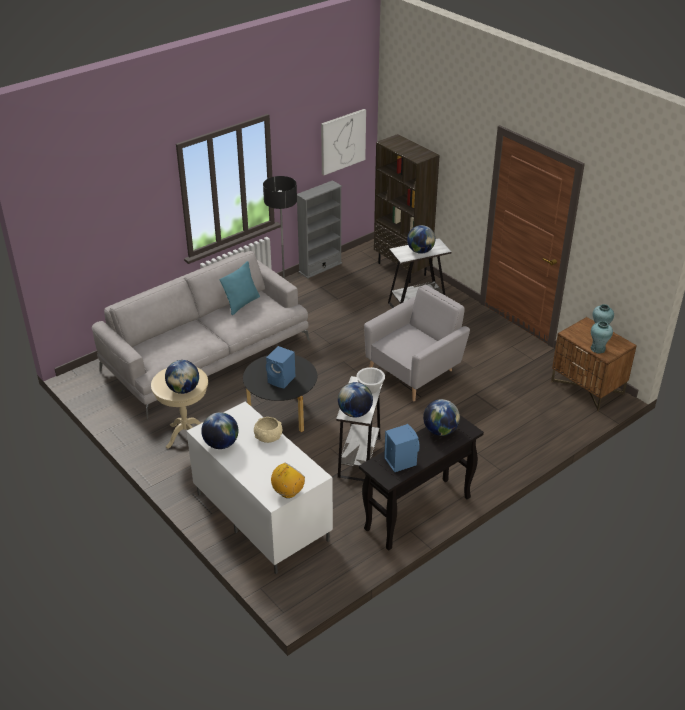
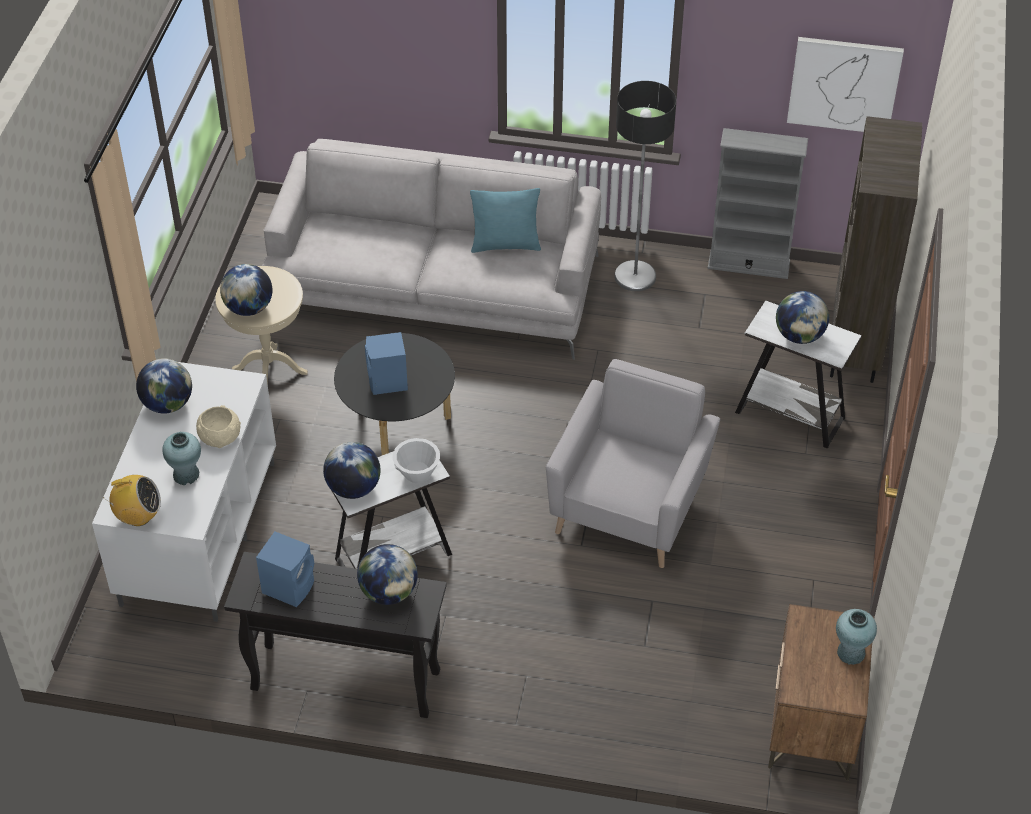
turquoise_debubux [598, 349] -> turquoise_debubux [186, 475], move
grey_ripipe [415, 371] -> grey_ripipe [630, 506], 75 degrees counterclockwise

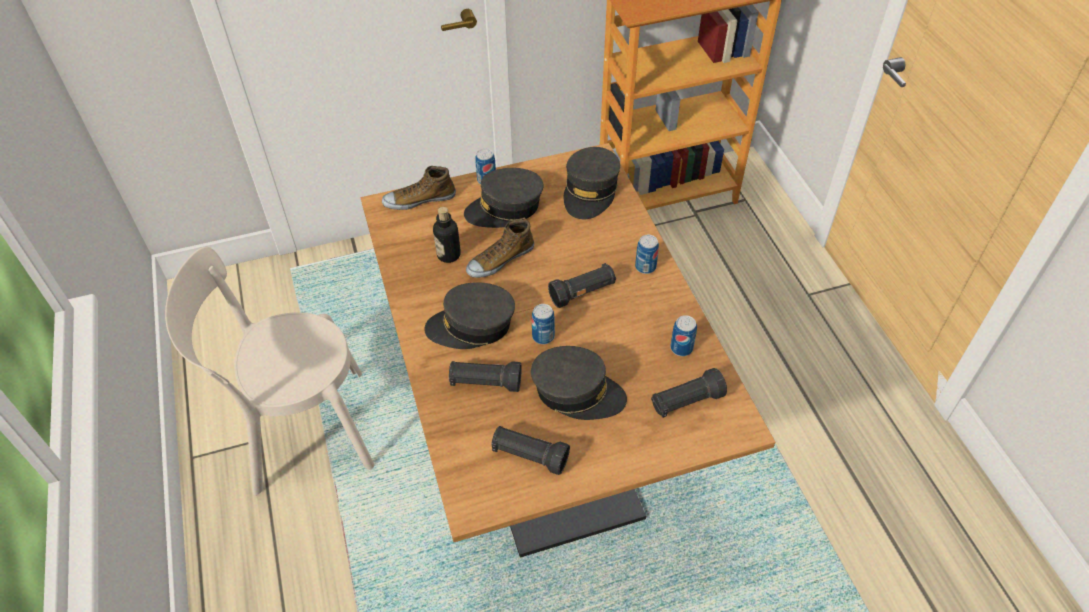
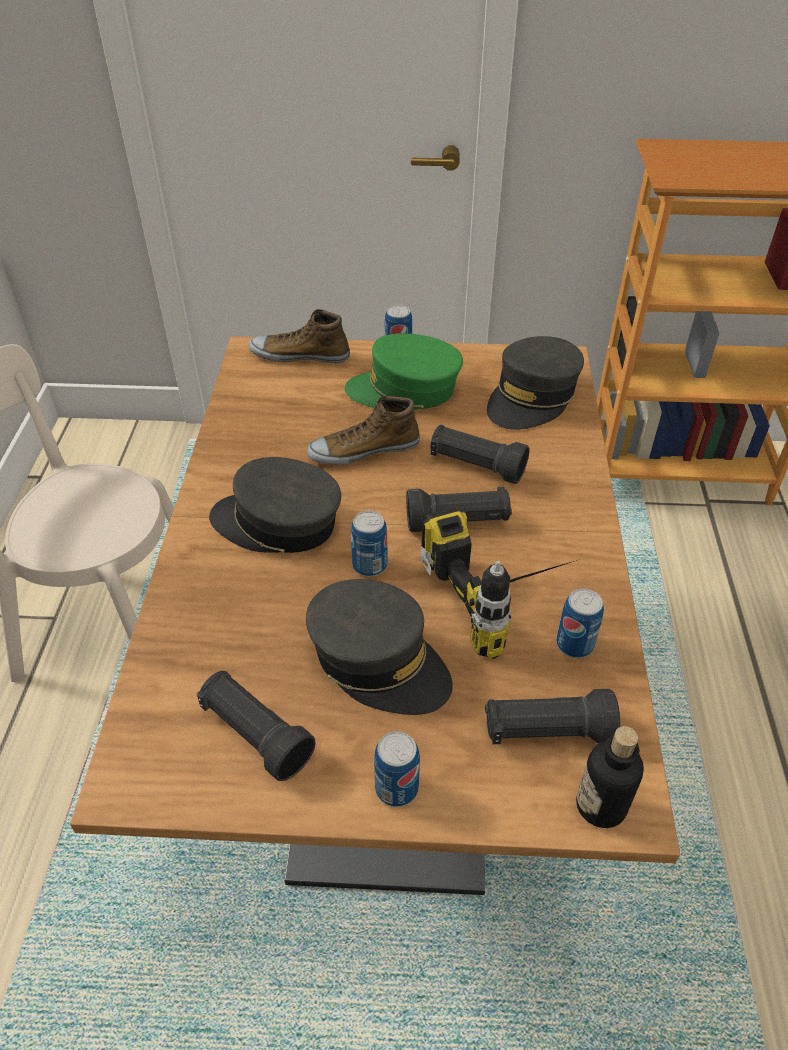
none -> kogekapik [508, 596]
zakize [448, 255] -> zakize [601, 805], move
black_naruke [485, 383] -> black_naruke [476, 466], move
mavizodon [645, 267] -> mavizodon [396, 788], move
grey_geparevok [505, 208] -> green_geparevok [404, 390]

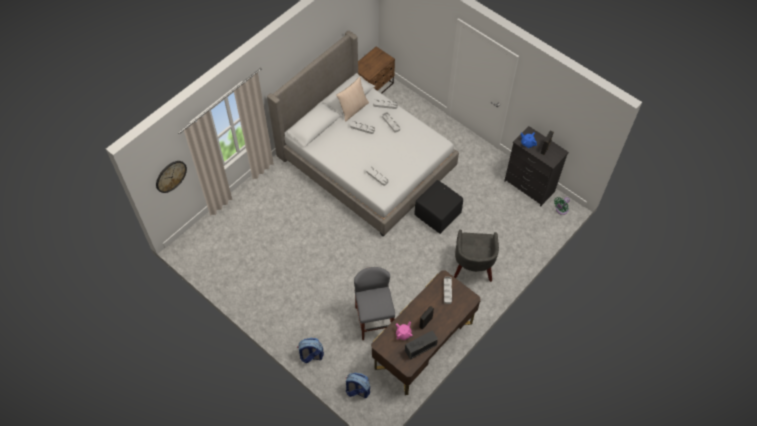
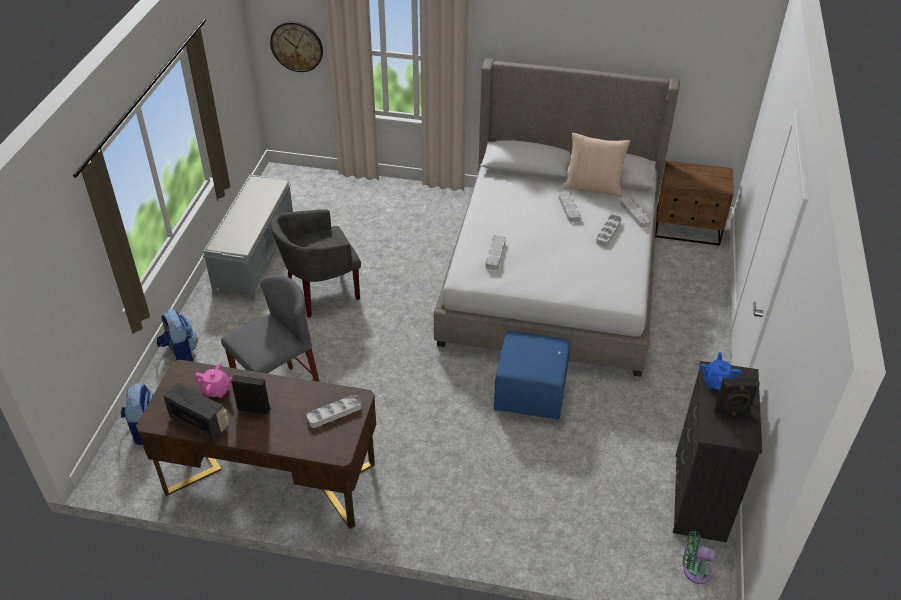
none -> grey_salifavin [255, 256]
grey_ripipe [472, 267] -> grey_ripipe [320, 291], move
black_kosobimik [437, 214] -> blue_kosobimik [531, 393]

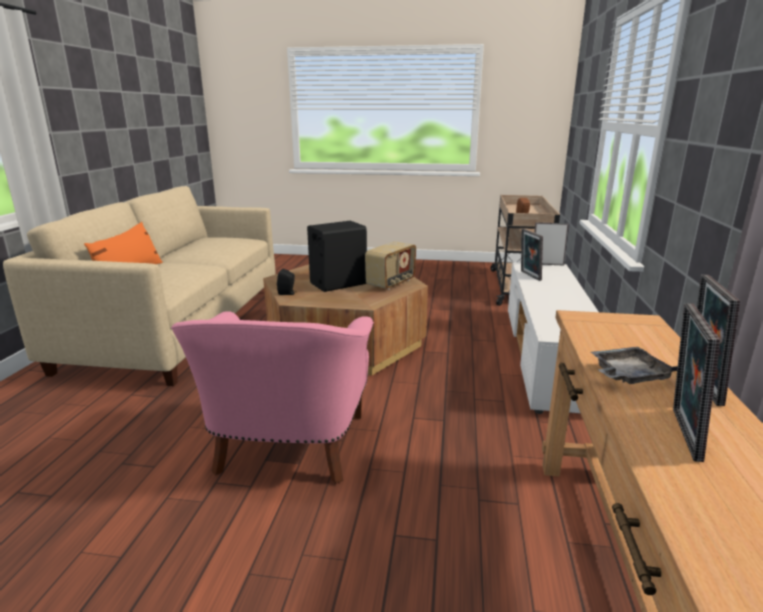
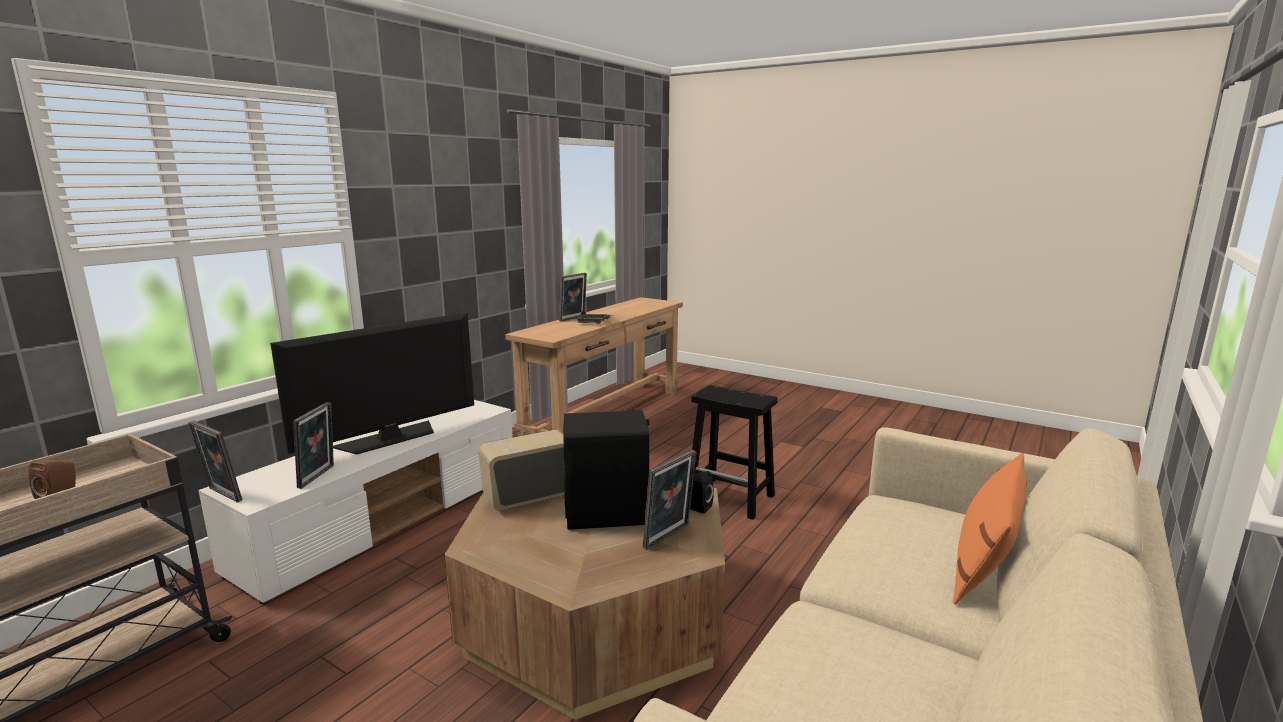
none -> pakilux [389, 438]
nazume [680, 433] -> nazume [669, 537], move
pink_ripipe [289, 448] -> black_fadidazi [731, 498]

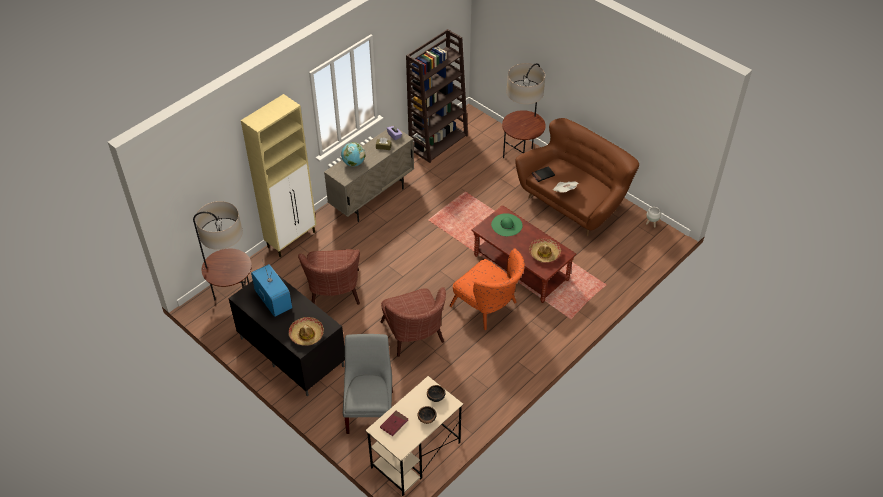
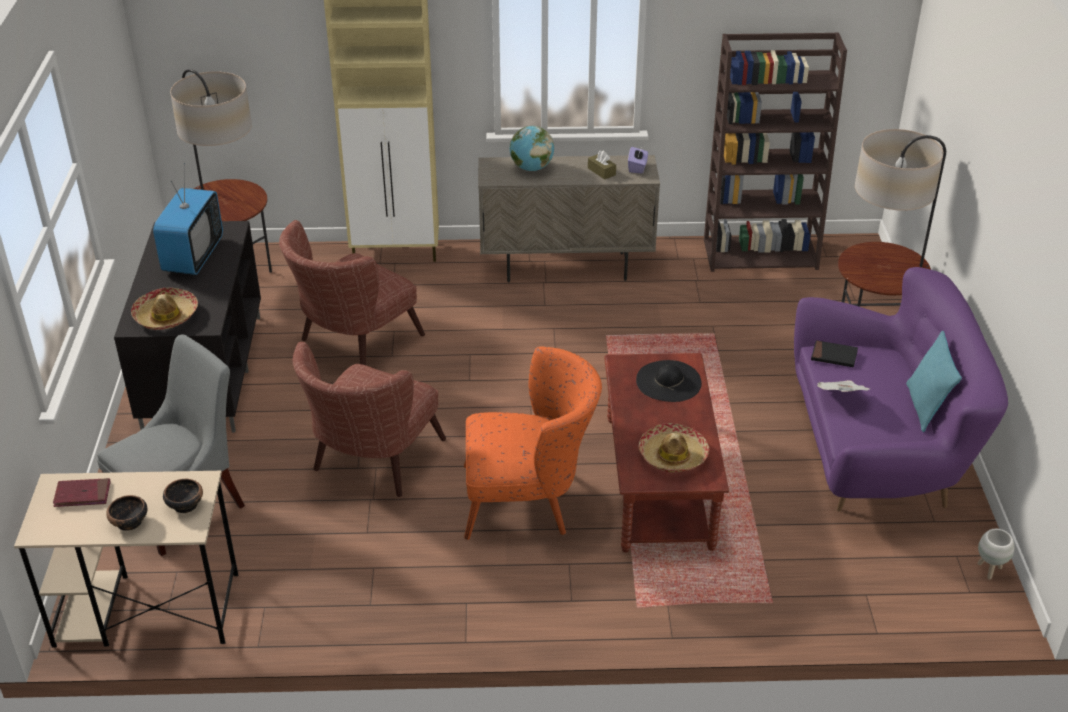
none -> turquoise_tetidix [925, 407]
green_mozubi [506, 225] -> black_mozubi [668, 381]
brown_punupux [574, 202] -> purple_punupux [879, 451]
orange_ripipe [488, 308] -> orange_ripipe [529, 500], 90 degrees counterclockwise

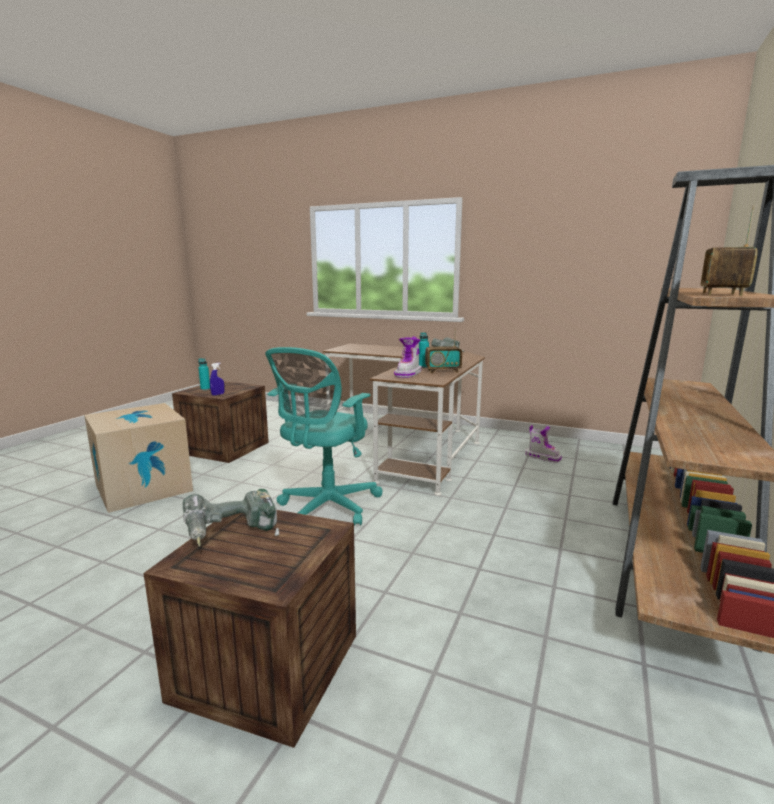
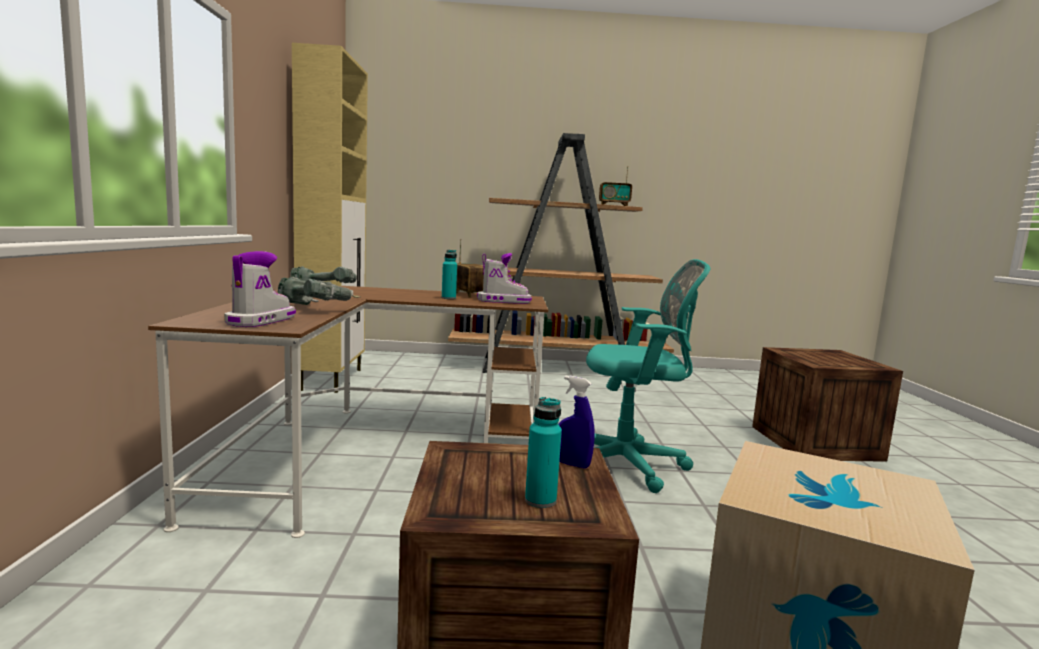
none -> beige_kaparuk [332, 379]
kogekapik [232, 535] -> kogekapik [317, 309], move
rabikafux [542, 457] -> rabikafux [260, 321], move

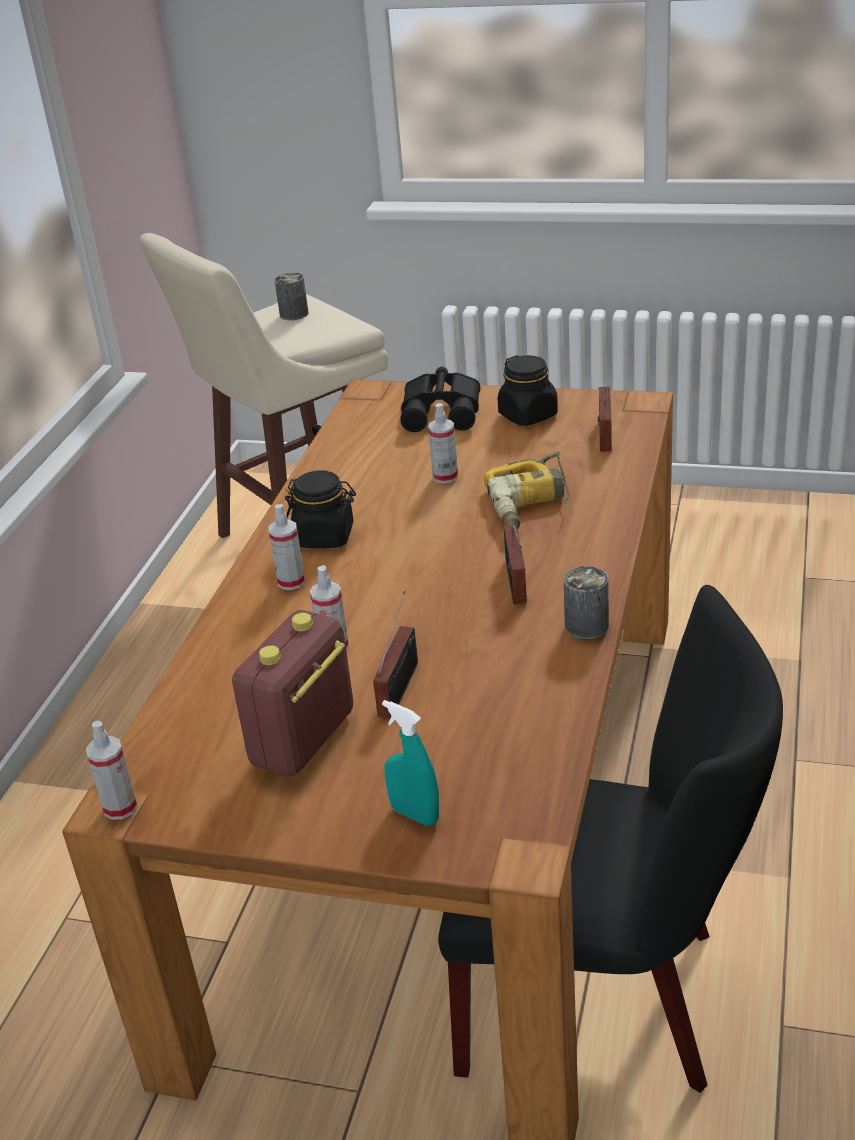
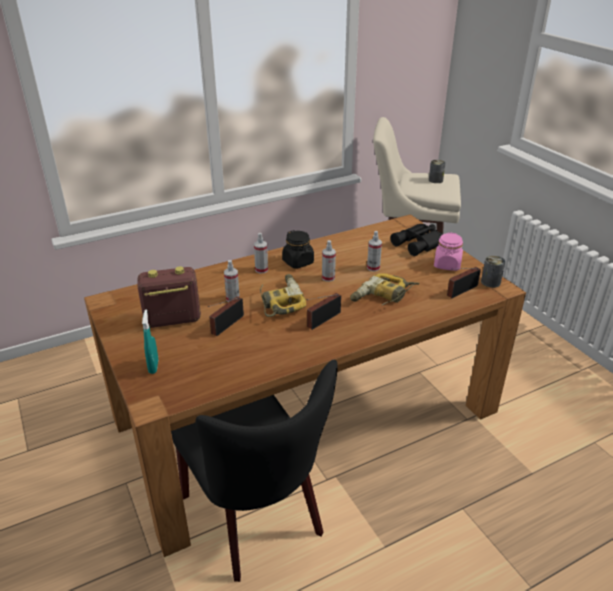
none -> kogekapik [280, 301]
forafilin [120, 807] -> forafilin [328, 278], move
mavizodon [586, 626] -> mavizodon [490, 282], move
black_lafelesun [528, 415] -> pink_lafelesun [447, 265]
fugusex [401, 686] -> fugusex [225, 325], 150 degrees clockwise

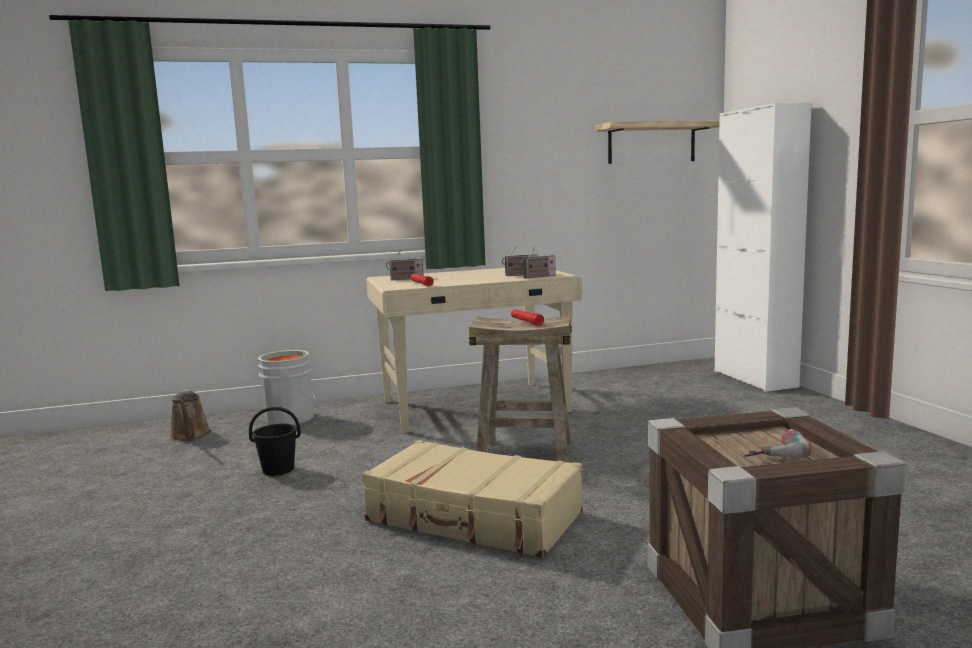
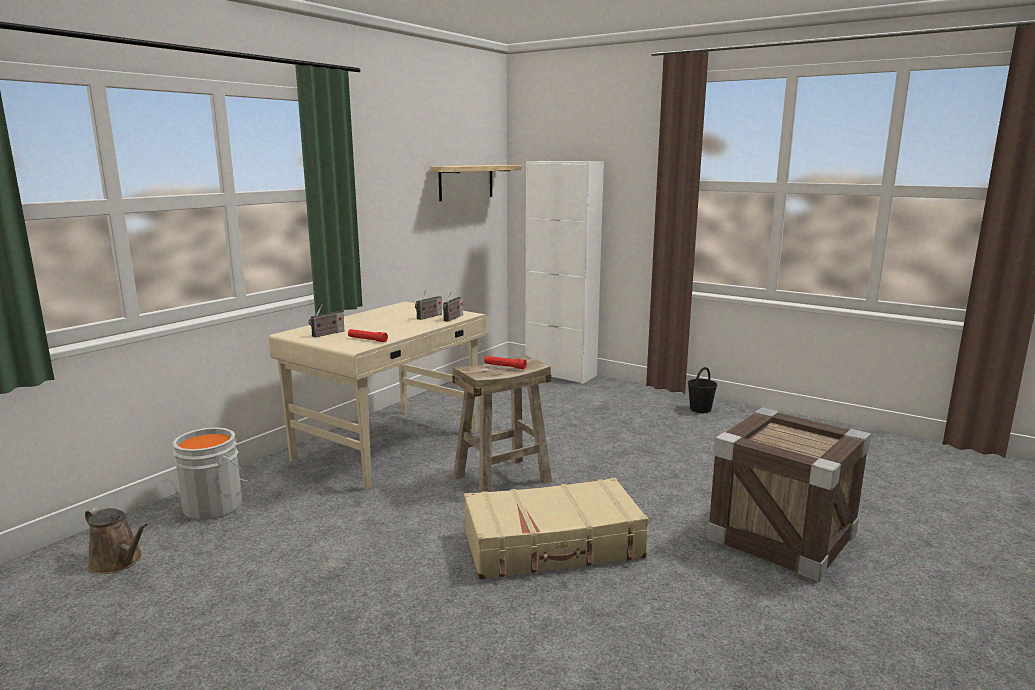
kogekapik [771, 449] -> none
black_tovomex [279, 469] -> black_tovomex [700, 409], move

